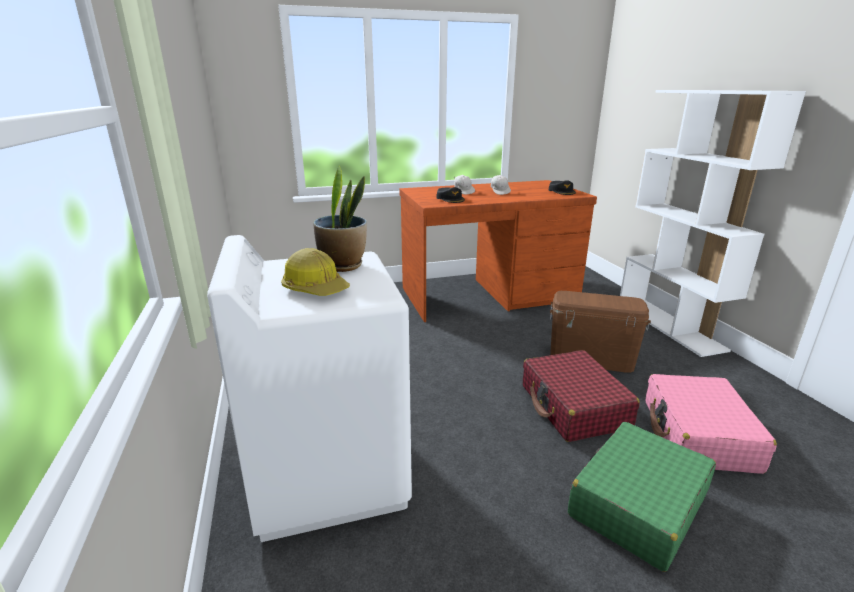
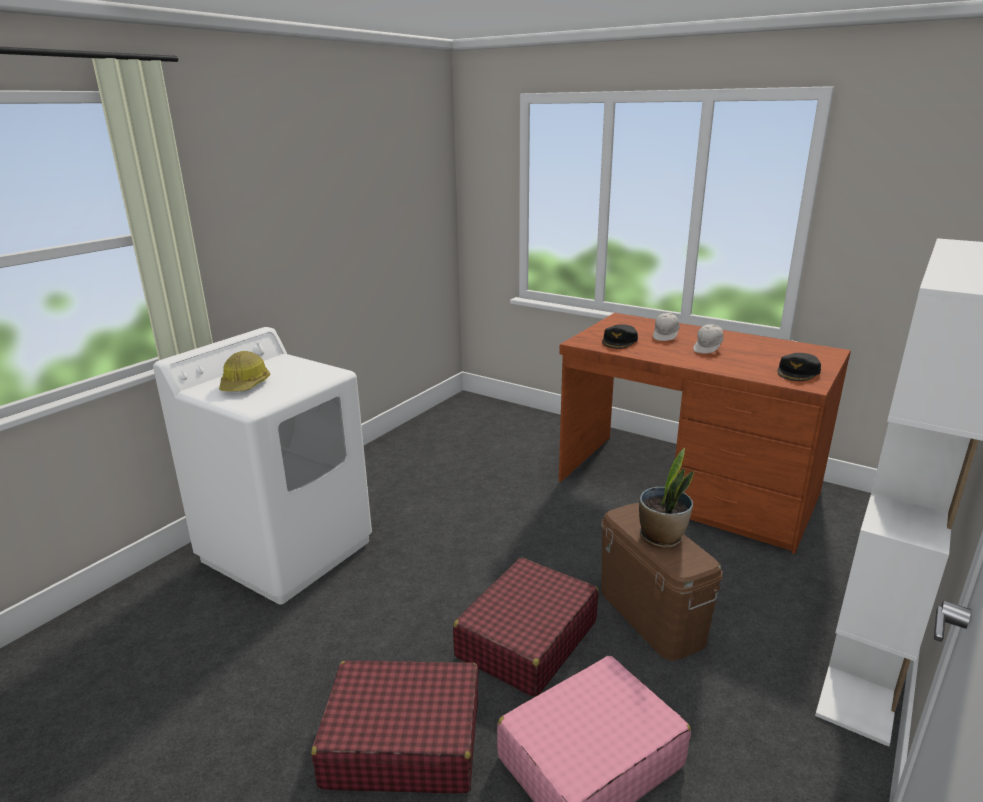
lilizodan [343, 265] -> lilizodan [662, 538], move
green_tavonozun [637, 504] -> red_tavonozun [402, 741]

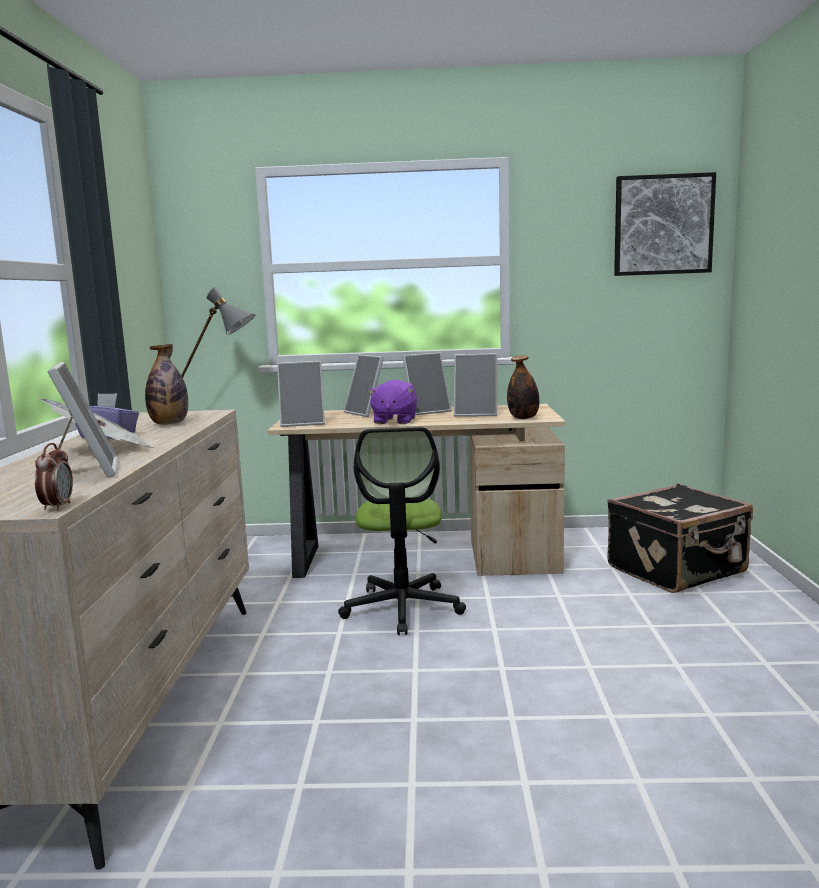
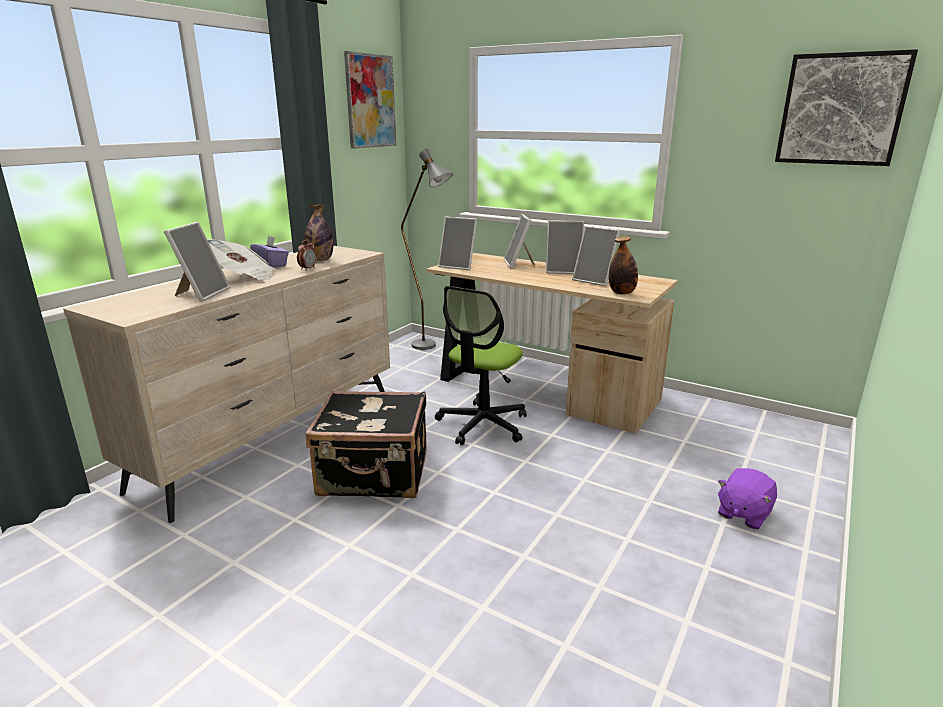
none -> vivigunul [370, 101]
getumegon [57, 507] -> getumegon [308, 269], move
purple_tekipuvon [394, 421] -> purple_tekipuvon [743, 514], move
black_tavonozun [678, 570] -> black_tavonozun [374, 475], move

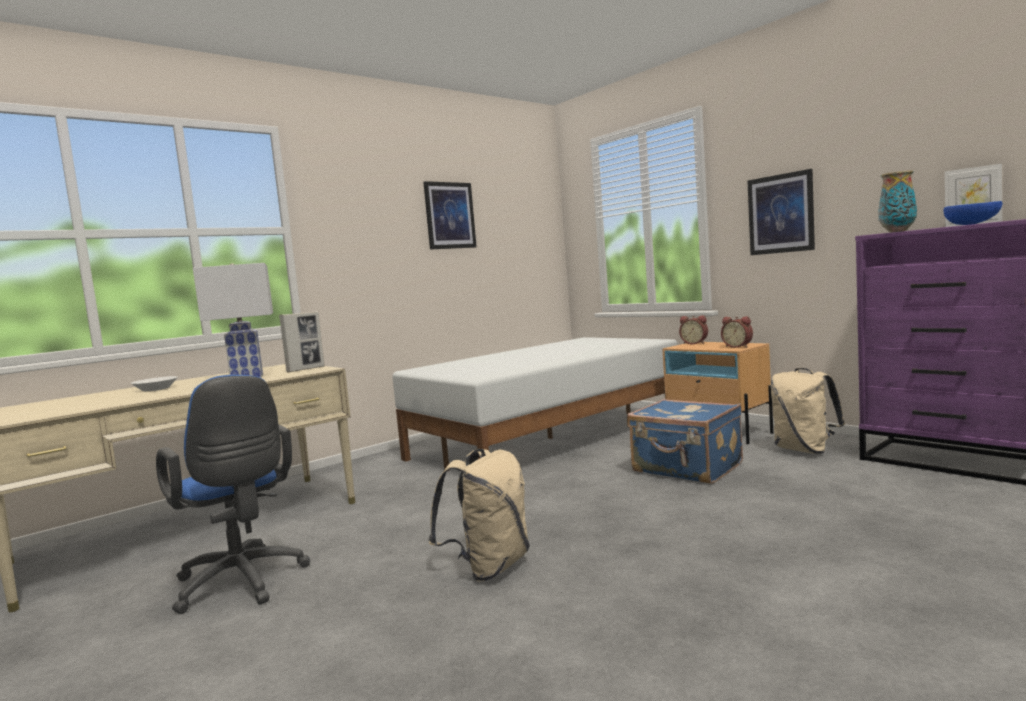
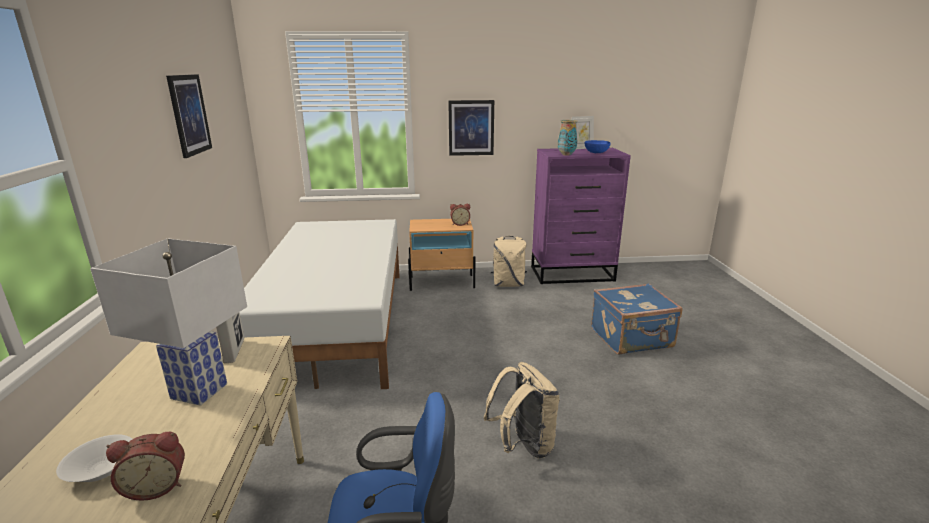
blue_tavonozun [687, 469] -> blue_tavonozun [632, 338], move
getumegon [694, 343] -> getumegon [156, 486], move

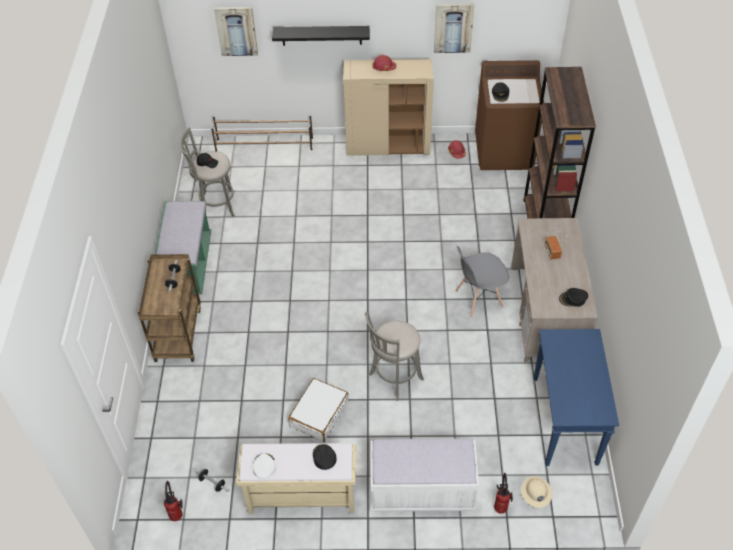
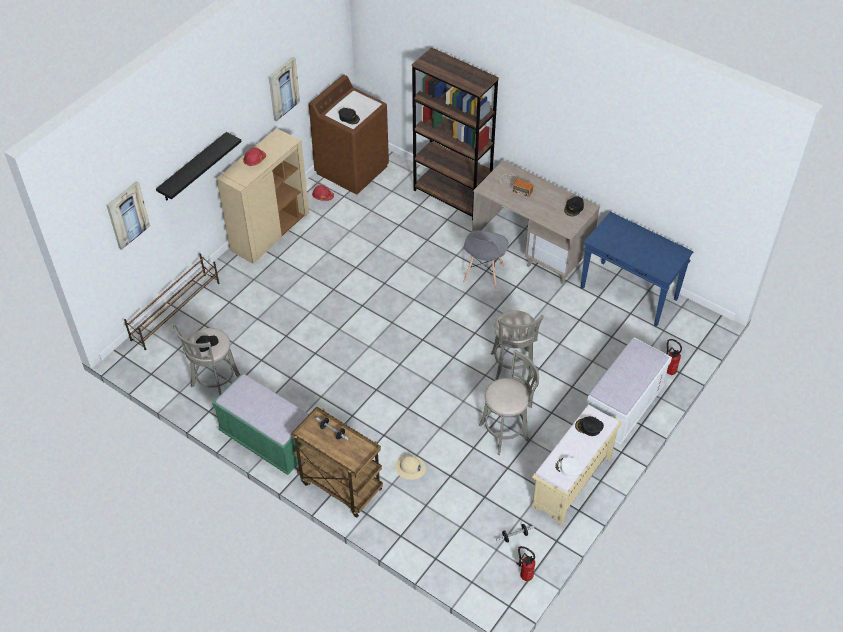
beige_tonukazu [536, 492] -> beige_tonukazu [410, 468], move
white_tavonozun [319, 414] -> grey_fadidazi [506, 432]

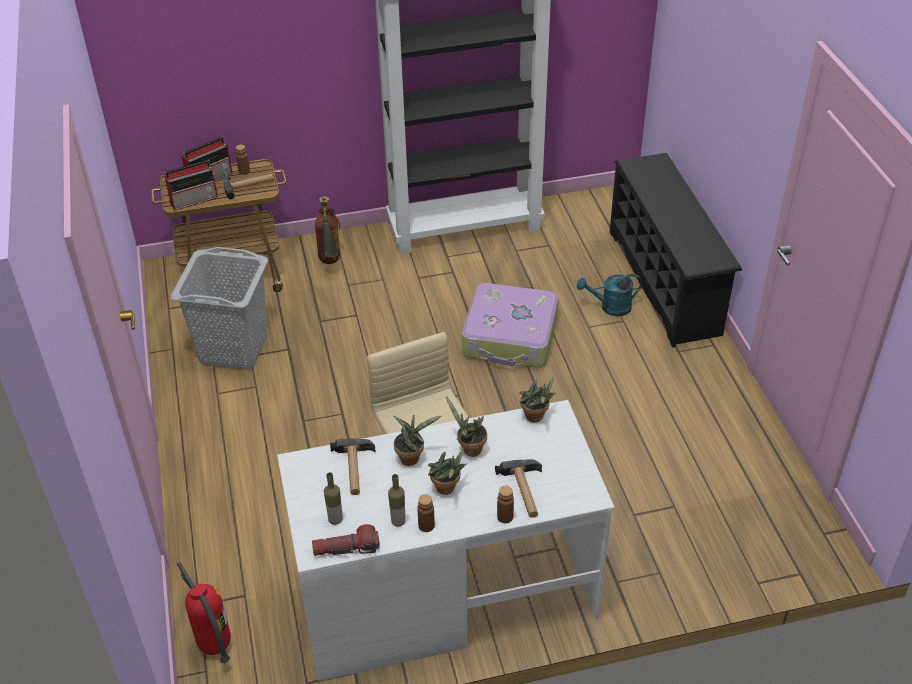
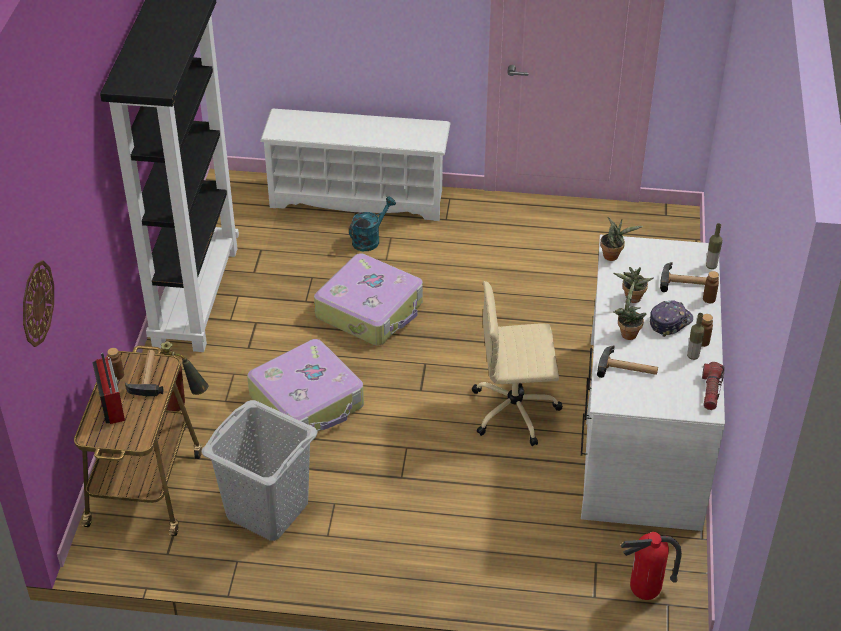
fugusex [195, 200] -> none
none -> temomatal [37, 303]
none -> tavonozun [308, 401]
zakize [335, 519] -> zakize [711, 266], move
lilizodan [447, 489] -> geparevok [670, 322]
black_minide [665, 282] -> white_minide [359, 198]
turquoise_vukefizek [610, 307] -> turquoise_vukefizek [369, 239], 150 degrees counterclockwise

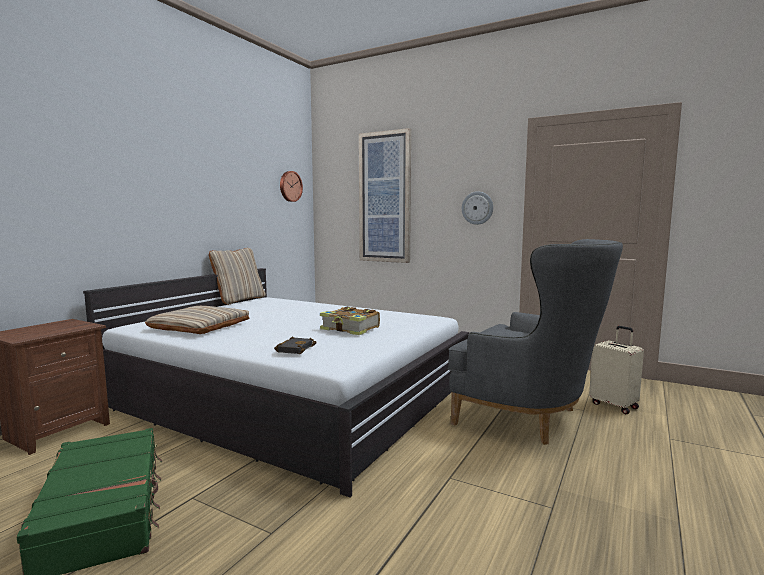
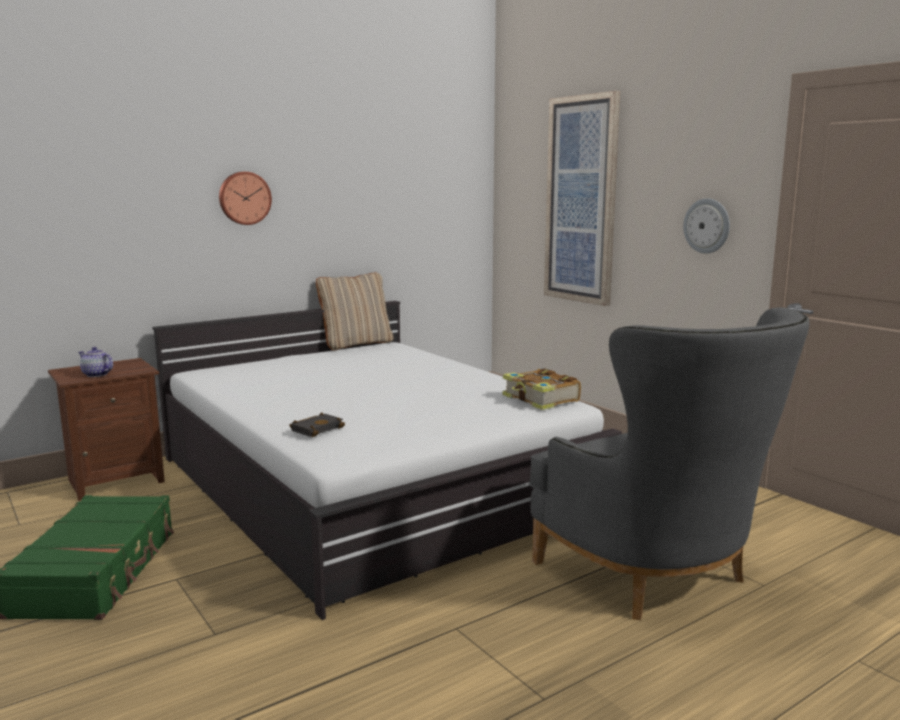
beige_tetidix [200, 326] -> none
beige_tavonozun [614, 405] -> none
none -> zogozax [96, 375]
temomatal [290, 186] -> temomatal [244, 198], move
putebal [350, 329] -> putebal [540, 399], move

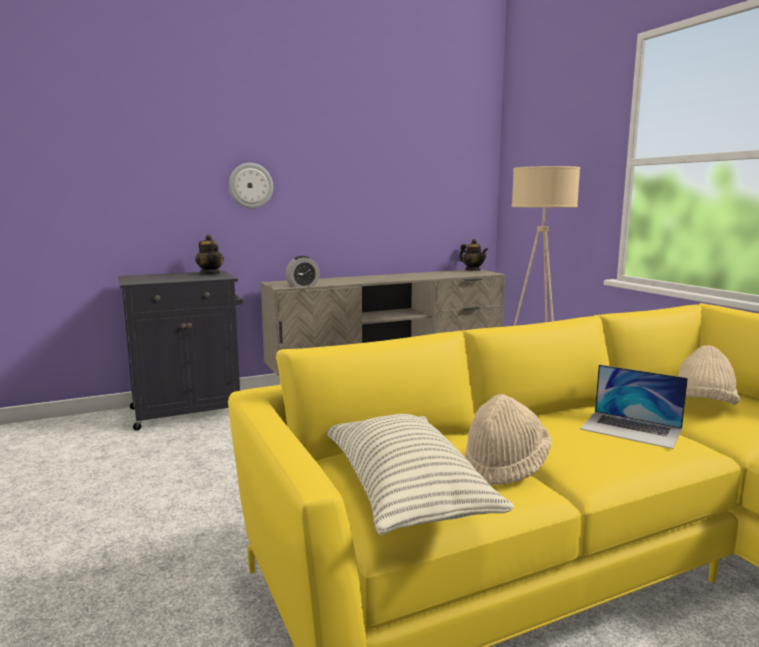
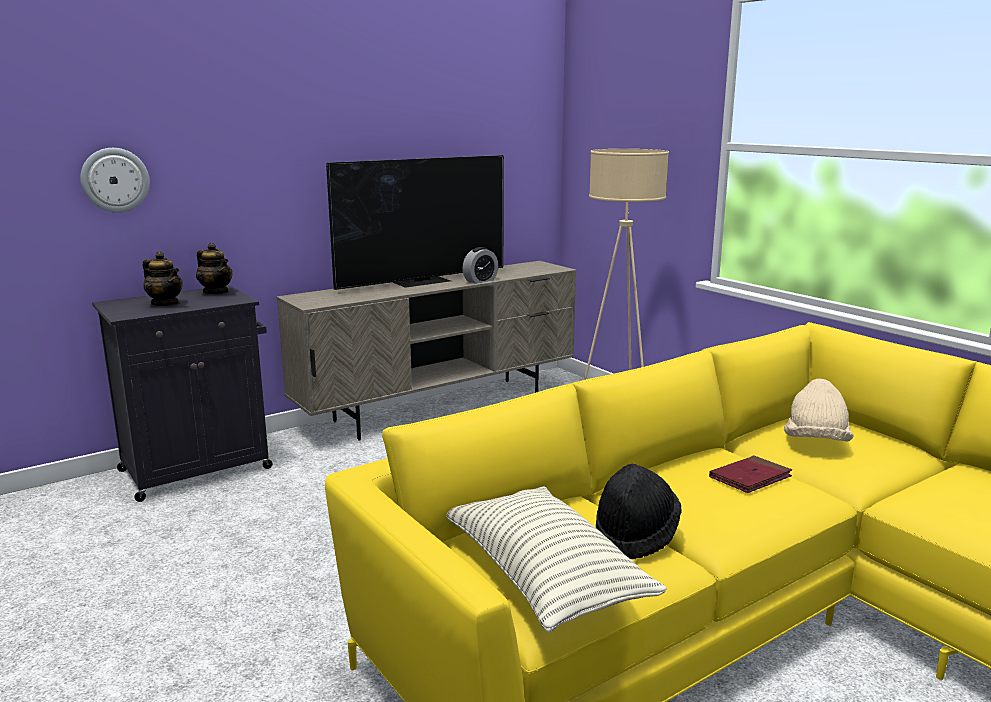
none -> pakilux [423, 281]
temomatal [250, 185] -> temomatal [115, 180], move
getumegon [302, 286] -> getumegon [480, 281], move
zogozax [473, 270] -> zogozax [165, 304], move
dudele [631, 429] -> red_putebal [750, 478]
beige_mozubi [505, 466] -> black_mozubi [635, 535]

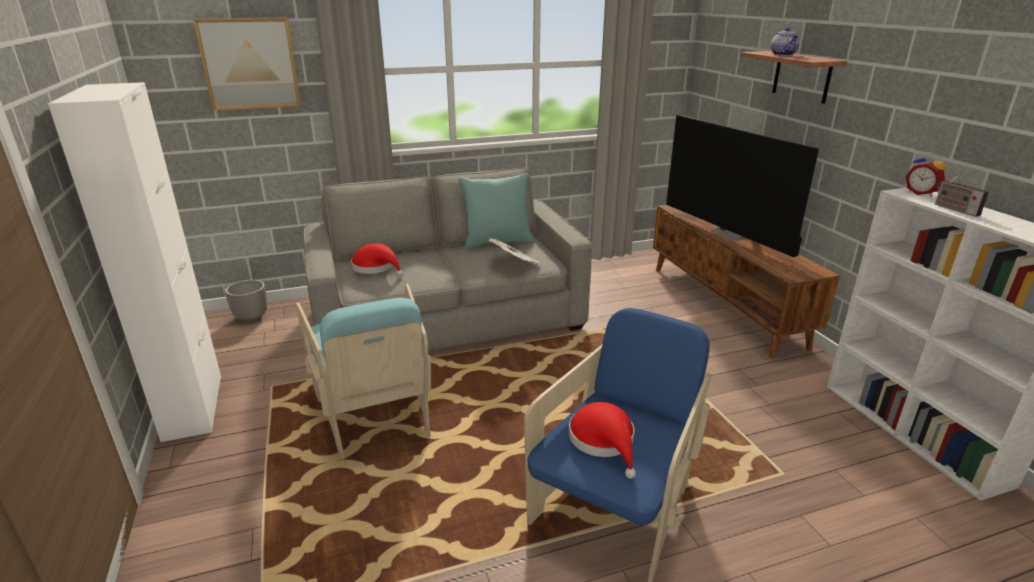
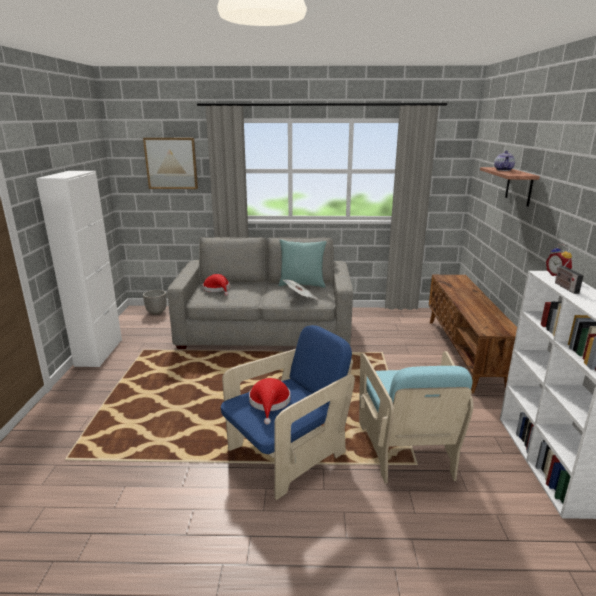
pakilux [730, 234] -> none
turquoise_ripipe [374, 412] -> turquoise_ripipe [406, 448], move

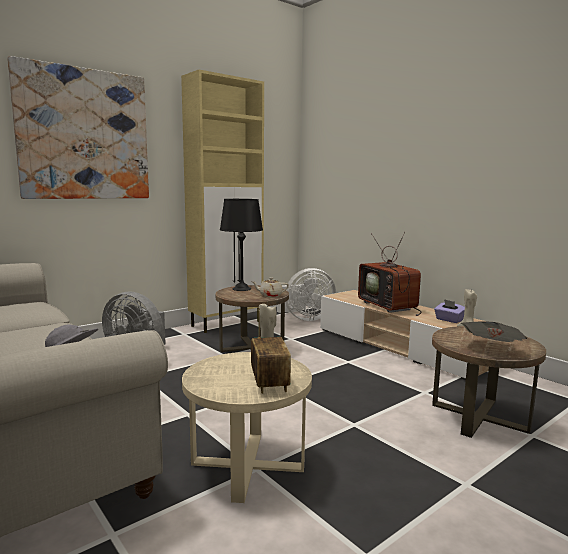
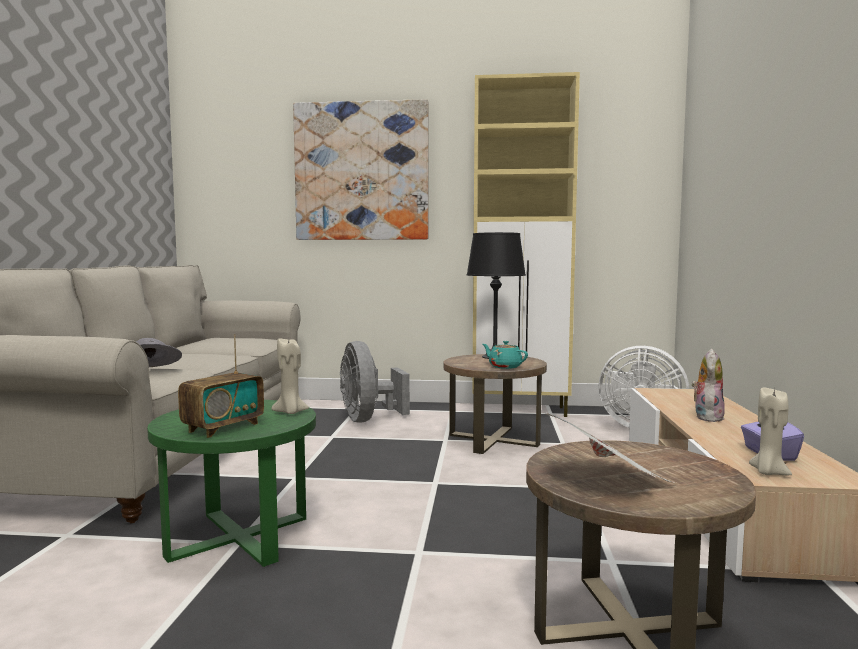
pakilux [390, 306] -> tekipuvon [706, 417]
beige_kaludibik [247, 465] -> green_kaludibik [239, 536]
beige_zogozax [270, 295] -> turquoise_zogozax [504, 366]

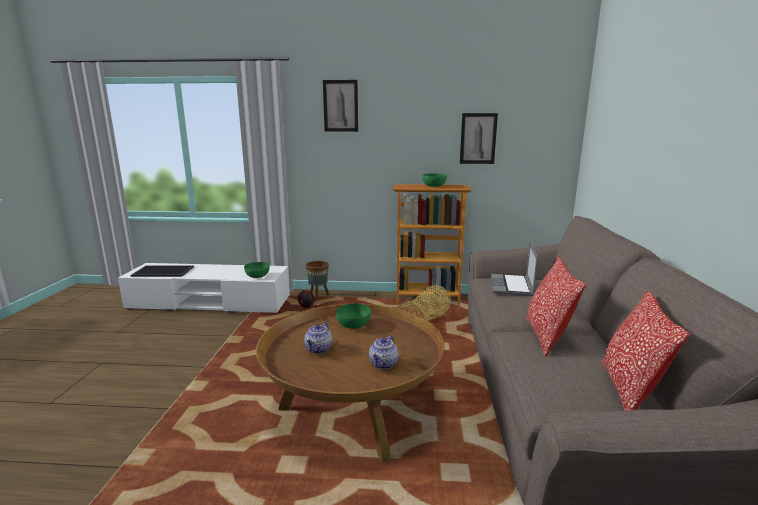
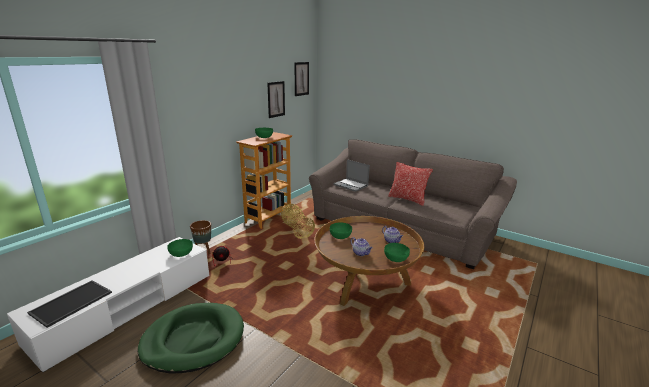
tetidix [629, 390] -> none
none -> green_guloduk [193, 339]
none -> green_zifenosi [395, 258]
vivigunul [340, 106] -> vivigunul [301, 78], move

